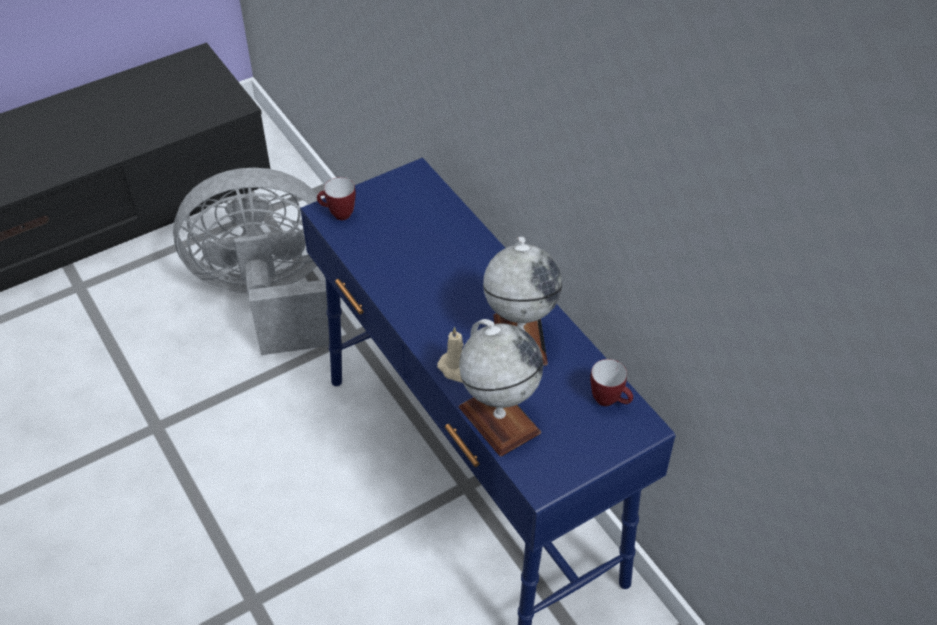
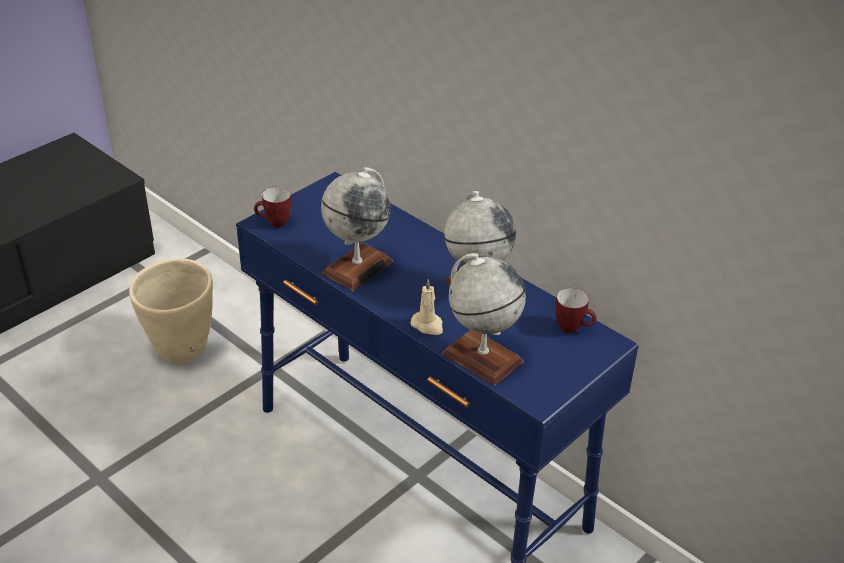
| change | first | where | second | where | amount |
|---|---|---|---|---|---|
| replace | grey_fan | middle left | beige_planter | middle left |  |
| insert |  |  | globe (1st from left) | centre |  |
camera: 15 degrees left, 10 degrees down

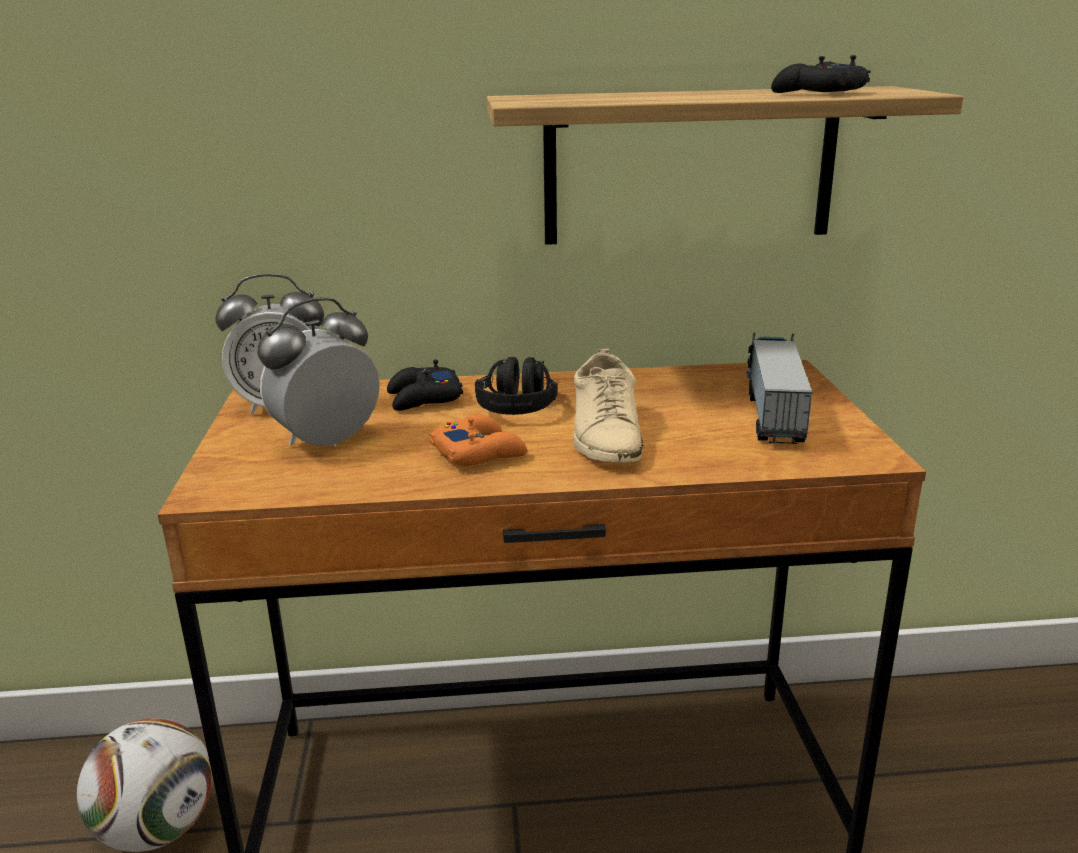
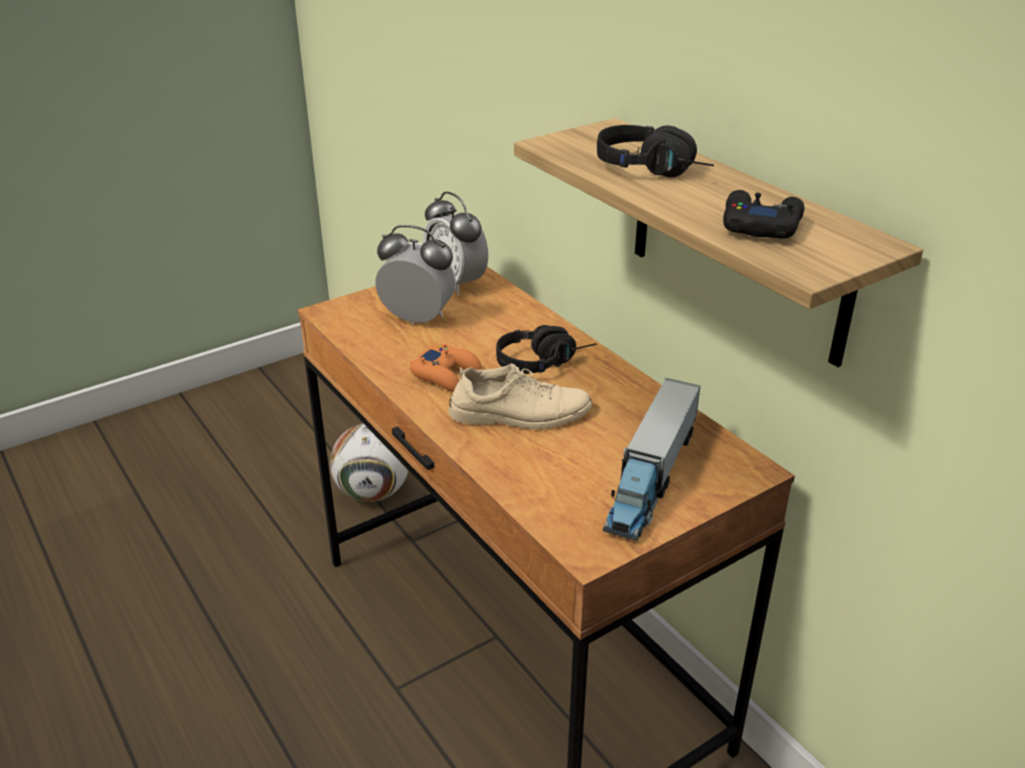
| change | first | where | second | where | amount |
|---|---|---|---|---|---|
| rotate | beige_shoe | centre |  | centre | 150 degrees counterclockwise |
| insert |  |  | black_headphones (2nd from left) | top centre |  |
| rotate | toy_truck | middle right |  | centre | 135 degrees clockwise |
| delete | black_game_controller (1st from left) | centre |  |  |  |
camera: 60 degrees right, 10 degrees up

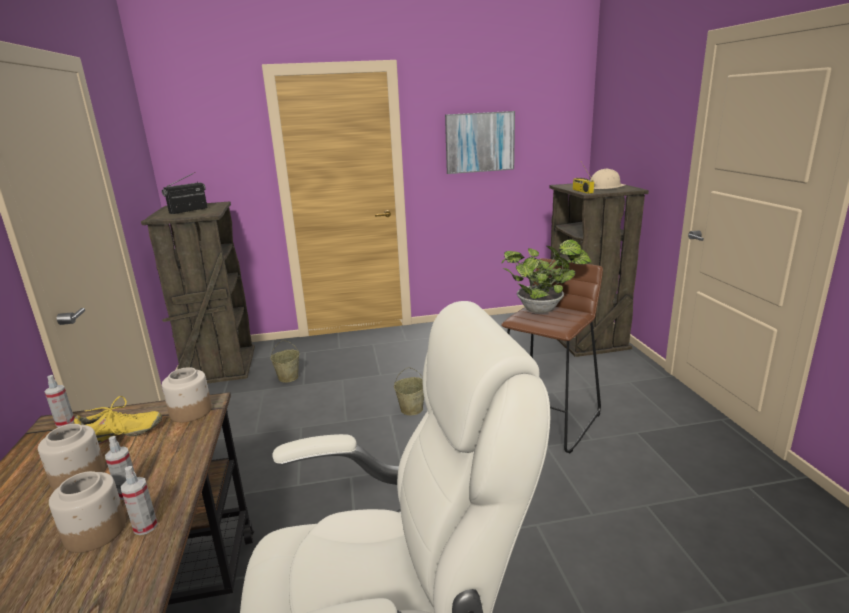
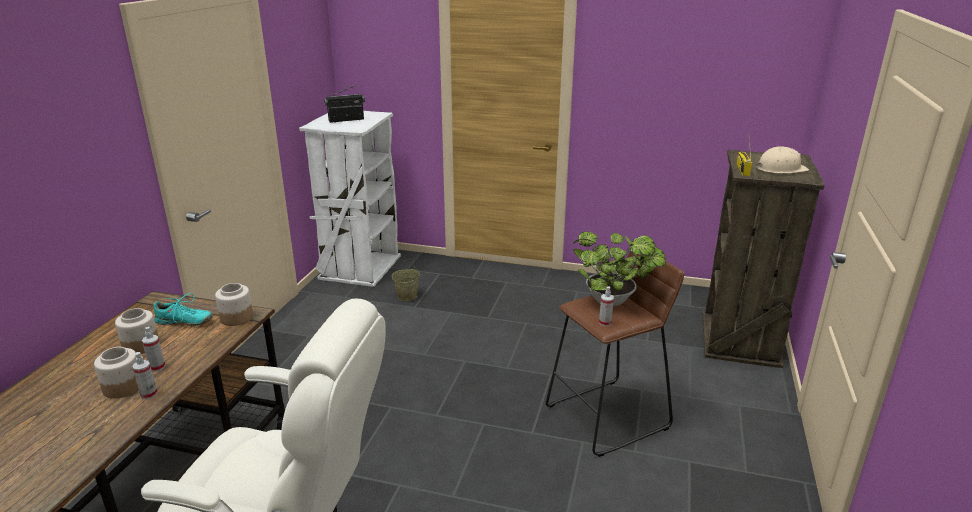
| change | first | where | second | where | amount |
|---|---|---|---|---|---|
| recolor | yellow_shoe | bottom left | turquoise_shoe | middle left |  |
| recolor | brown_bookcase (1st from left) | middle left | white_bookcase | centre |  |
| move | spray_bottle (1st from left in the first image) | middle left | spray_bottle (3rd from left) | centre |  |
| delete | beige_bucket (2nd from left) | centre |  |  |  |
| delete | picture | top centre |  |  |  |
camera: 25 degrees right, 5 degrees up

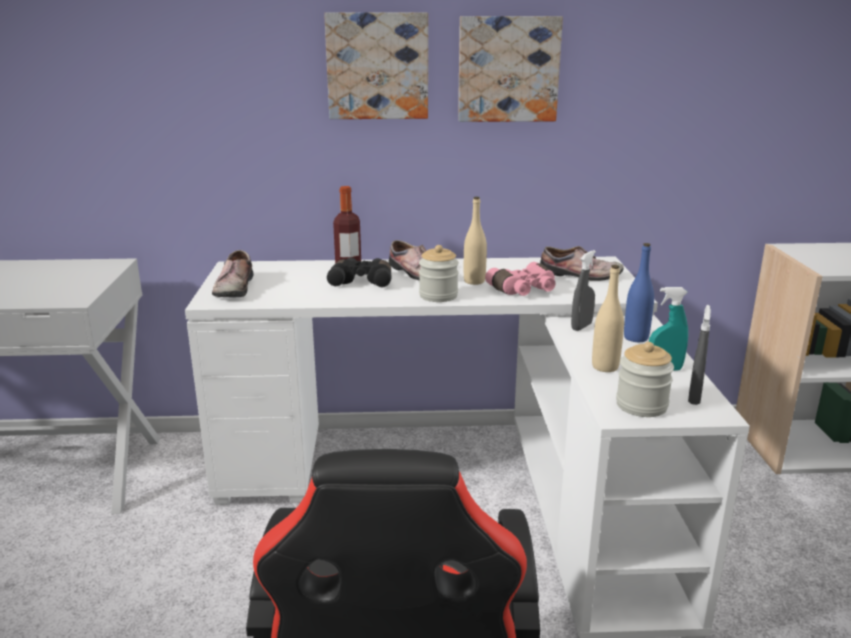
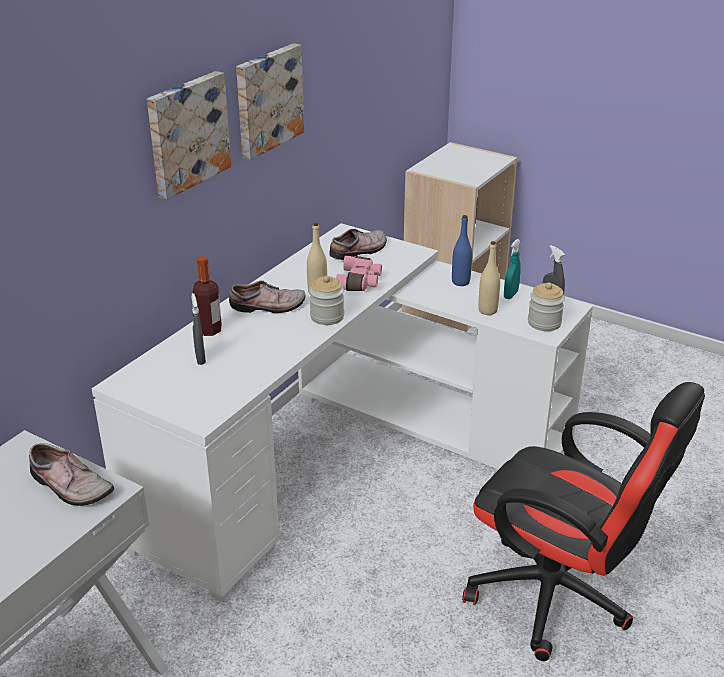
| change | first | where | second | where | amount |
|---|---|---|---|---|---|
| move | shoe (1st from left) | middle left |  | bottom left |  |
| move | grey_spray_bottle (1st from left) | middle right |  | middle left |  |
| delete | black_binoculars | centre |  |  |  |
camera: 55 degrees left, 10 degrees up

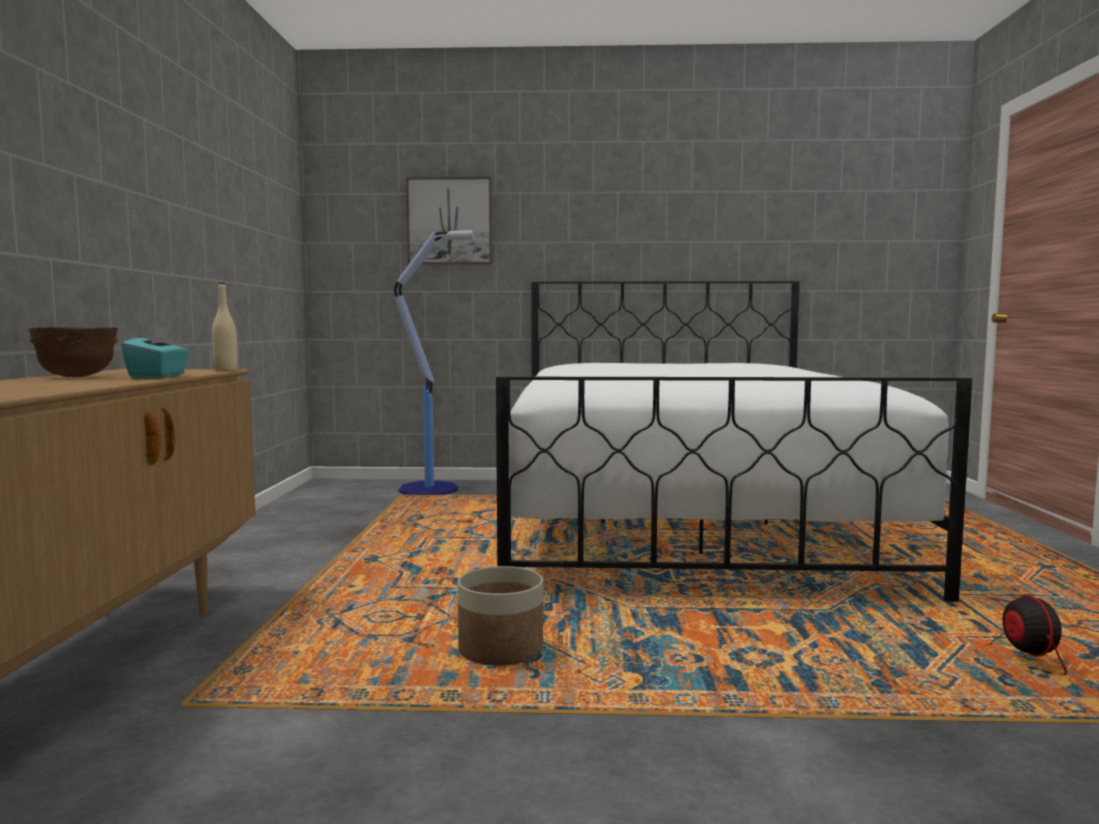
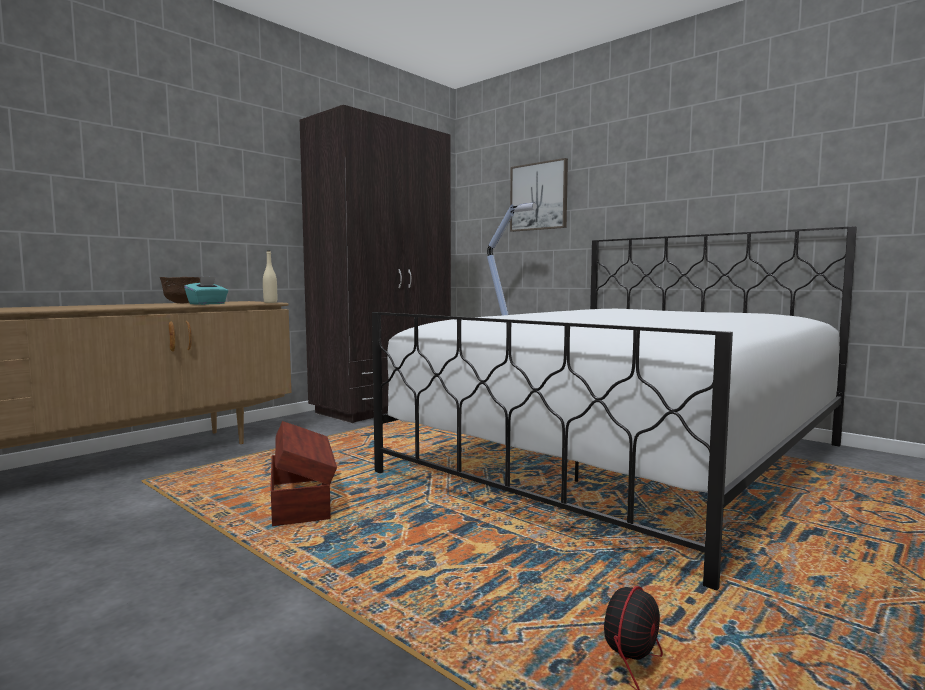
| change | first | where | second | where | amount |
|---|---|---|---|---|---|
| replace | planter | bottom centre | brown_storage_box | bottom left |  |
| insert |  |  | brown_wardrobe | centre |  |
camera: 40 degrees right, 0 degrees up

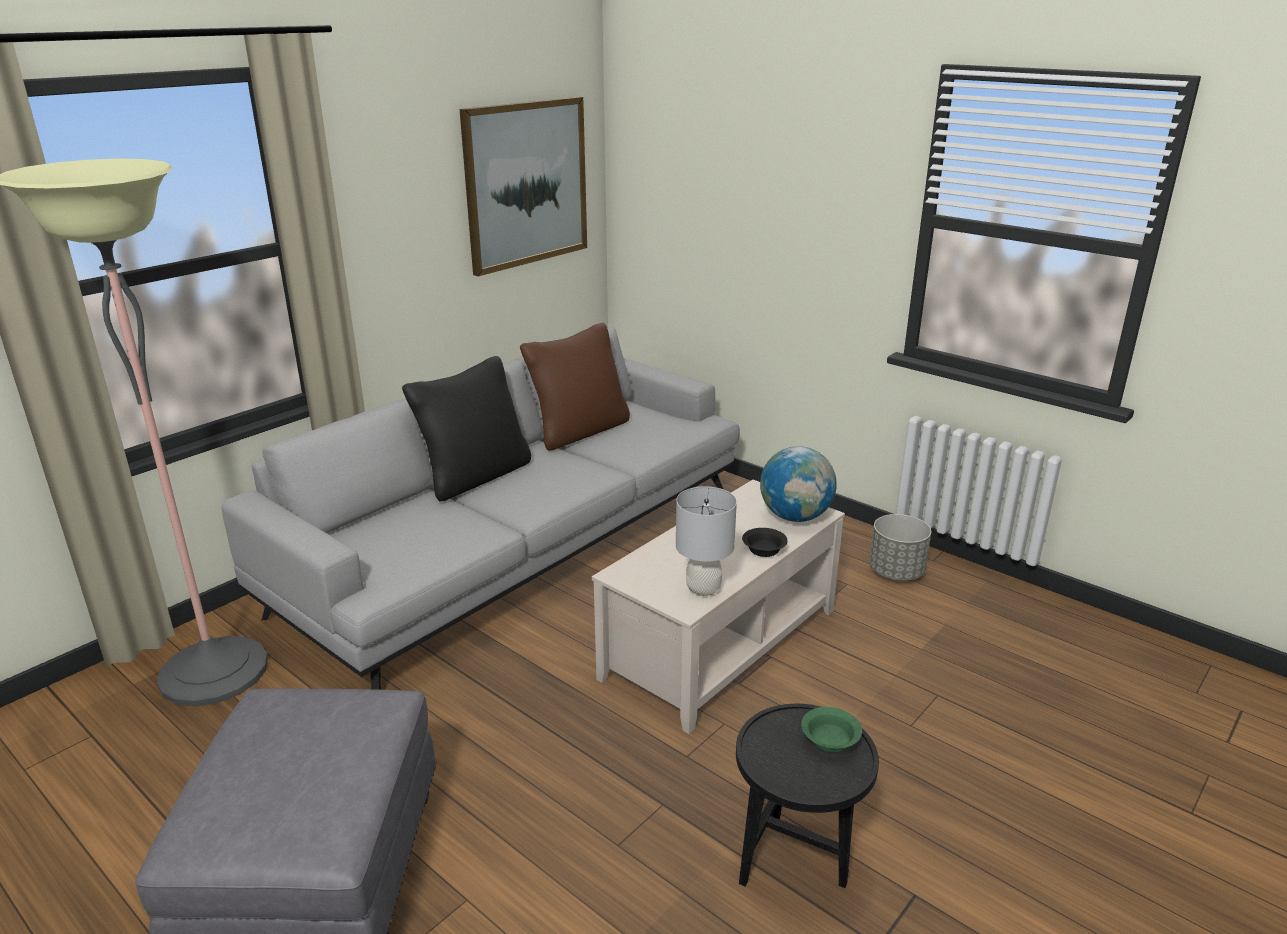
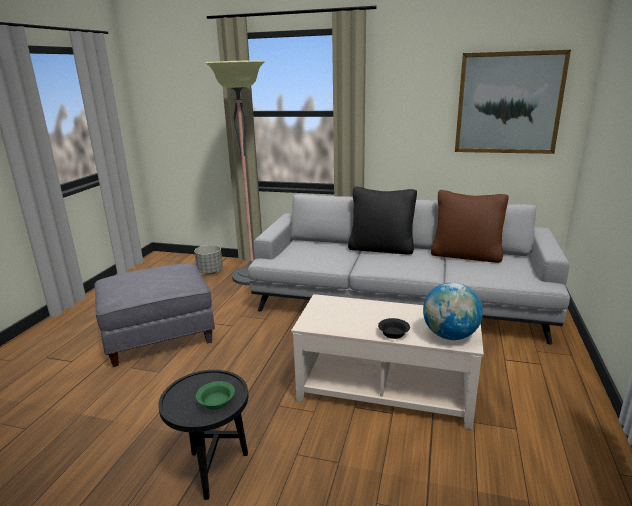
| change | first | where | second | where | amount |
|---|---|---|---|---|---|
| move | grey_planter | middle right |  | middle left |  |
| delete | grey_table_lamp | centre |  |  |  |
camera: 65 degrees right, 5 degrees down

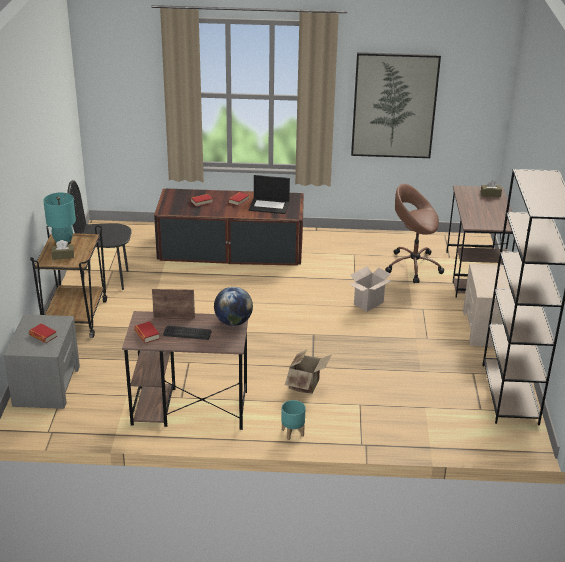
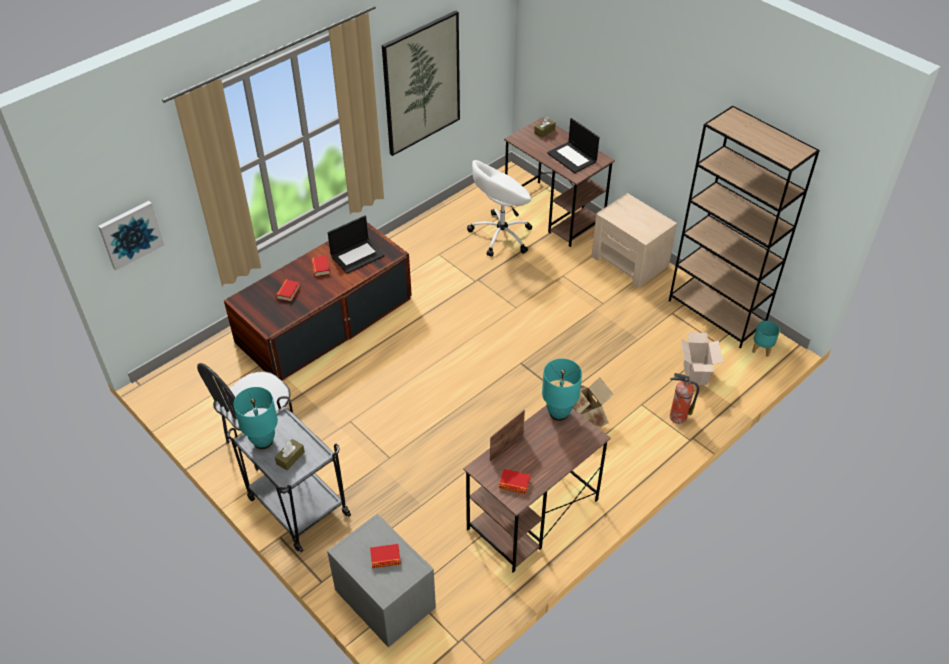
| change | first | where | second | where | amount |
|---|---|---|---|---|---|
| insert |  |  | picture (1st from left) | middle left |  |
| recolor | brown_cart | middle left | grey_cart | bottom left |  |
| recolor | brown_office_chair | middle right | white_office_chair | top centre |  |
| replace | globe | centre | turquoise_table_lamp (2nd from left) | centre |  |
| insert |  |  | laptop (2nd from left) | top centre |  |
| insert |  |  | fire_extinguisher | middle right |  |
| move | cardboard_box (2nd from left) | centre |  | middle right |  |
| move | turquoise_planter | bottom centre |  | middle right |  |
| delete | keyboard | middle left |  |  |  |
camera: 45 degrees left, 15 degrees up

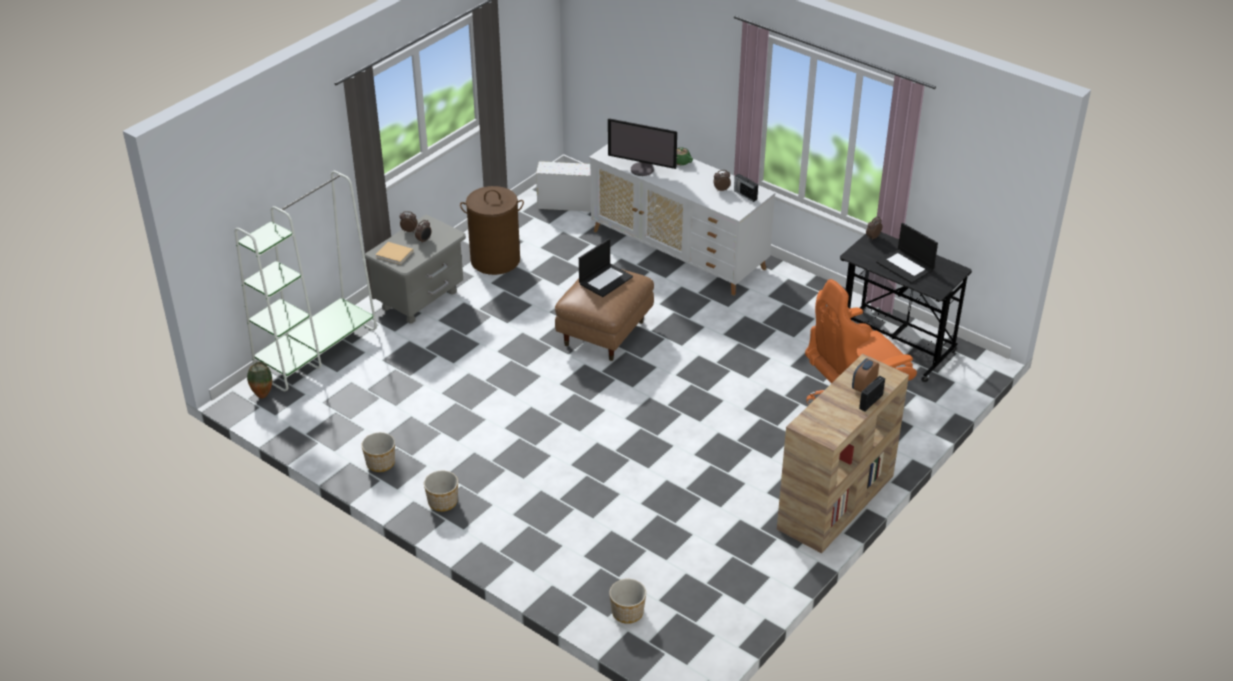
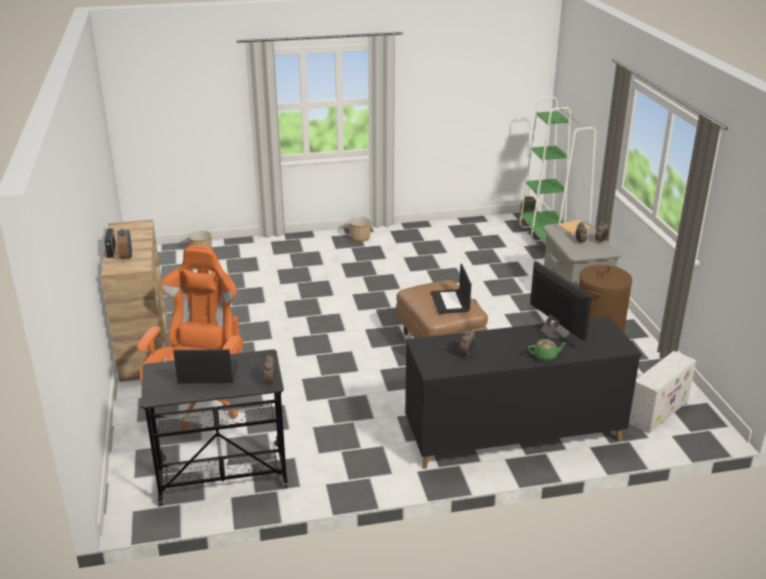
| change | first | where | second | where | amount |
|---|---|---|---|---|---|
| recolor | white_dresser | top centre | black_dresser | bottom right |  |
| rotate | monitor | top centre |  | middle right | 90 degrees clockwise |
| delete | planter (1st from left) | middle left |  |  |  |
| delete | radio (1st from left) | top centre |  |  |  |
camera: 130 degrees right, 10 degrees down

